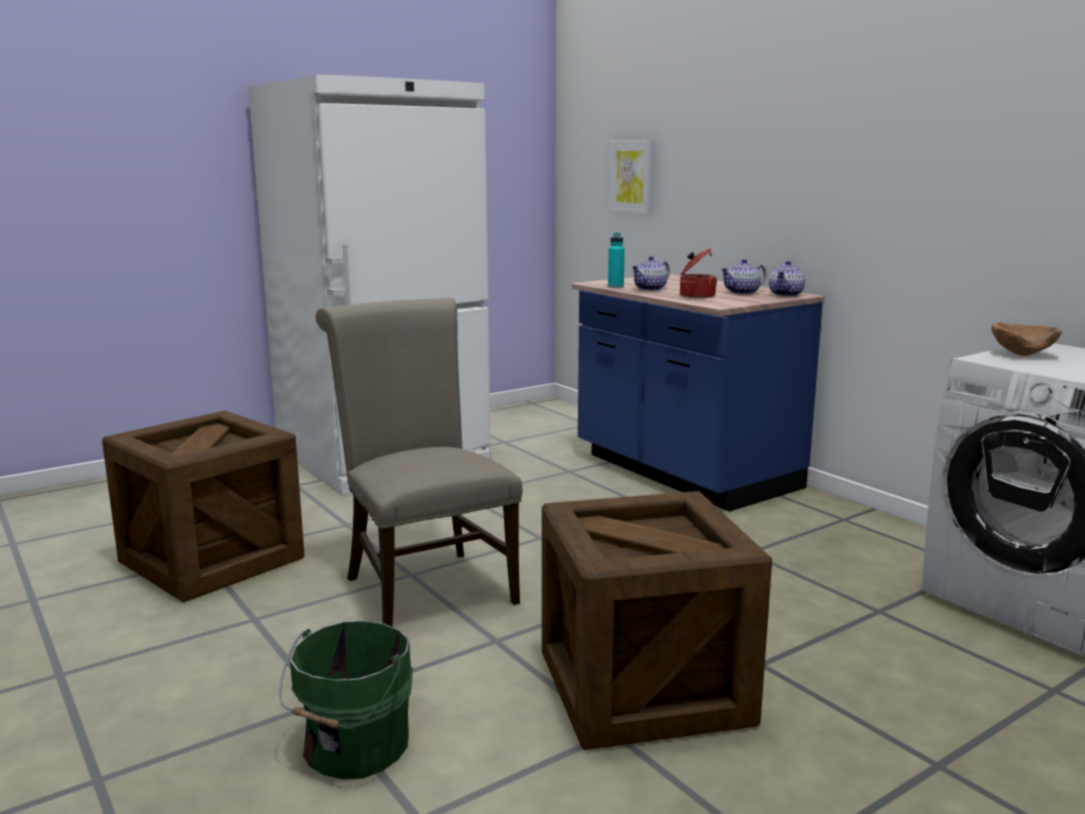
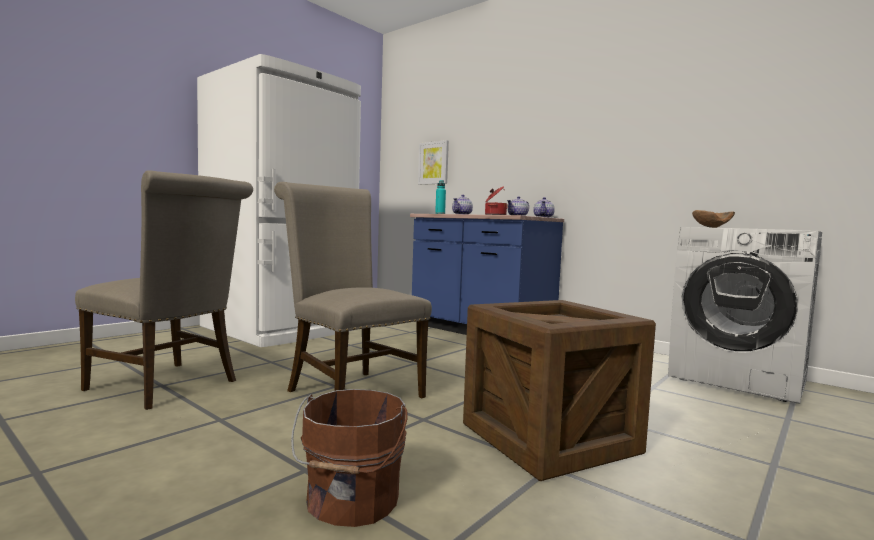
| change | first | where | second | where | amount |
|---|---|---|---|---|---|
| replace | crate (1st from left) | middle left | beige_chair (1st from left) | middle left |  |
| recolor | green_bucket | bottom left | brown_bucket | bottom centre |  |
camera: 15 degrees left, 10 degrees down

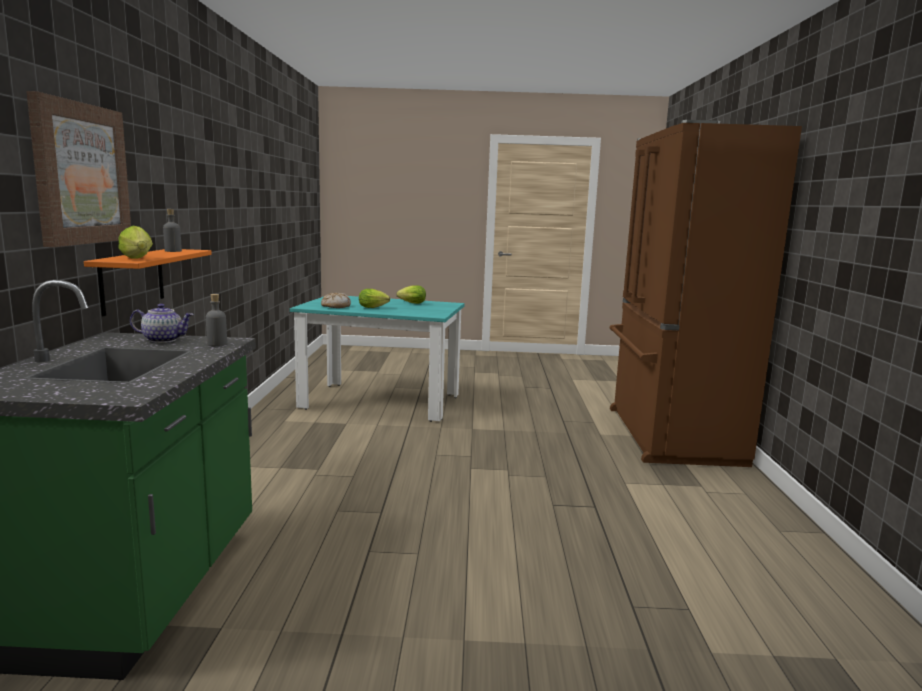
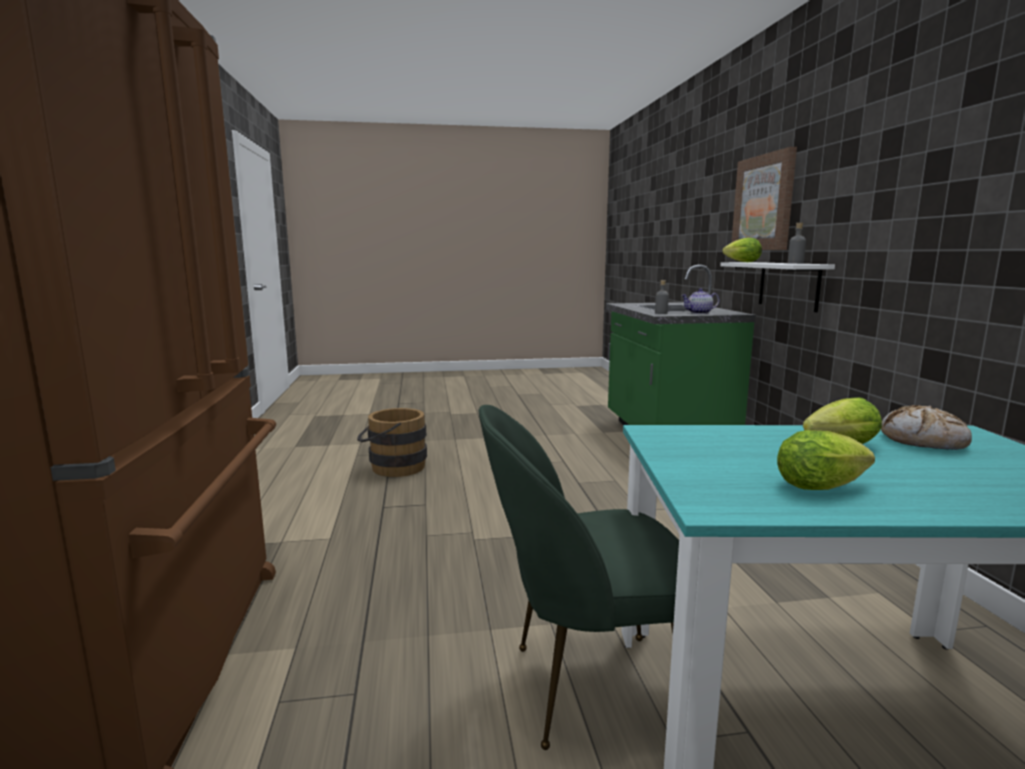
| change | first | where | second | where | amount |
|---|---|---|---|---|---|
| insert |  |  | brown_bucket | centre |  |
| insert |  |  | green_chair | bottom centre |  |
| recolor | orange_shelf | middle left | white_shelf | middle right |  |
camera: 170 degrees right, 0 degrees up

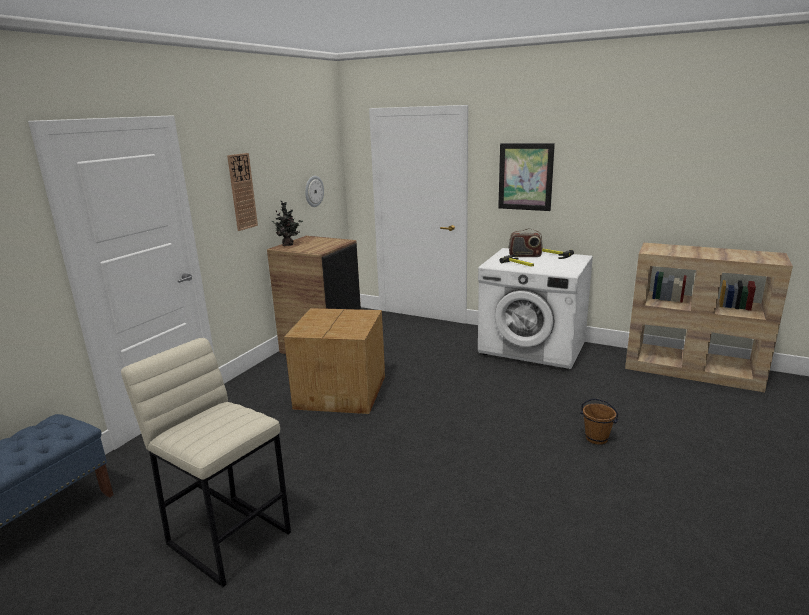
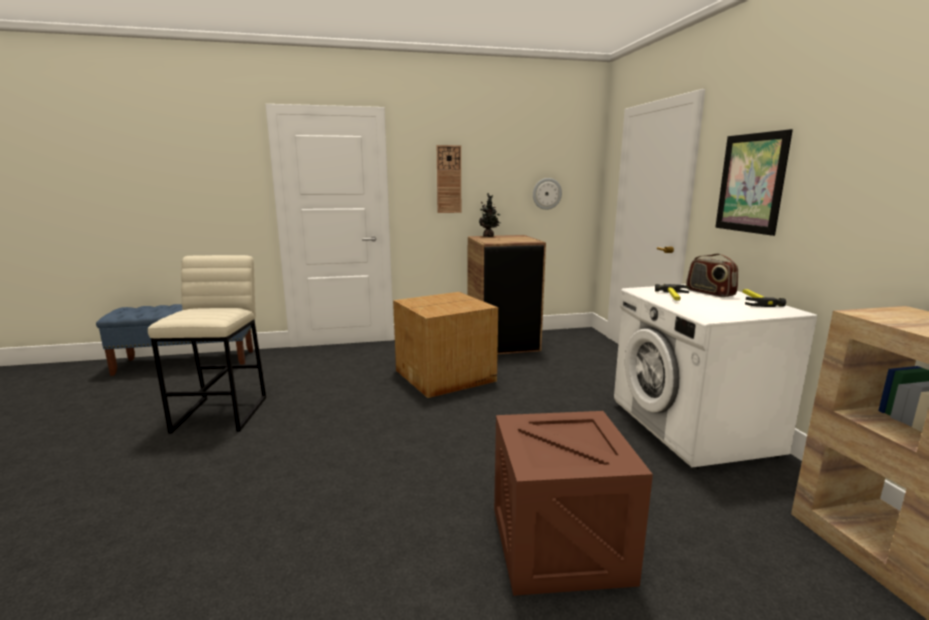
| change | first | where | second | where | amount |
|---|---|---|---|---|---|
| replace | brown_bucket | bottom right | crate | bottom centre |  |
camera: 50 degrees right, 5 degrees down

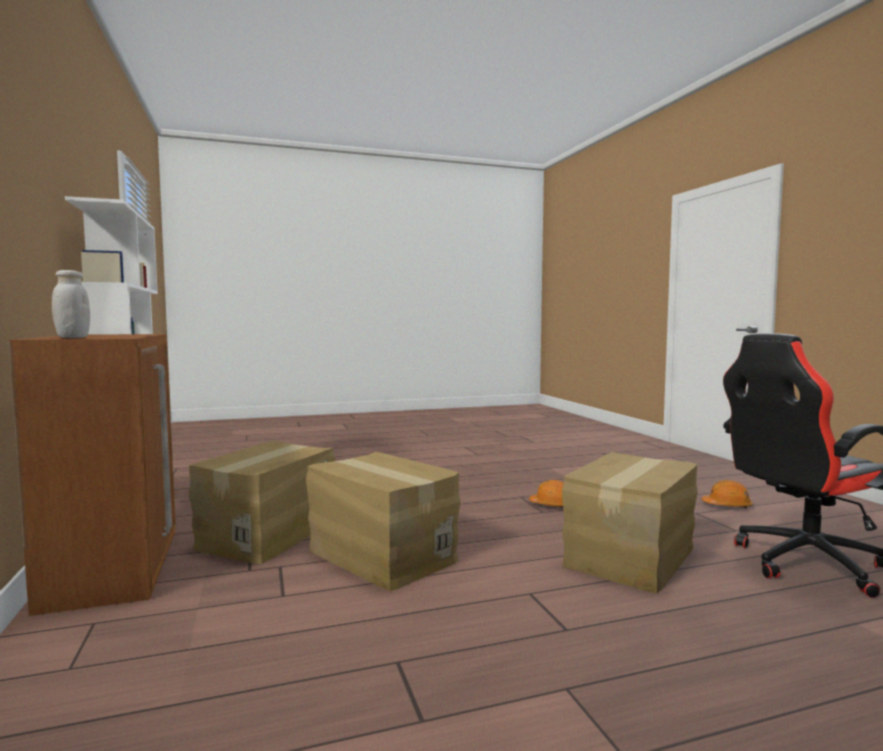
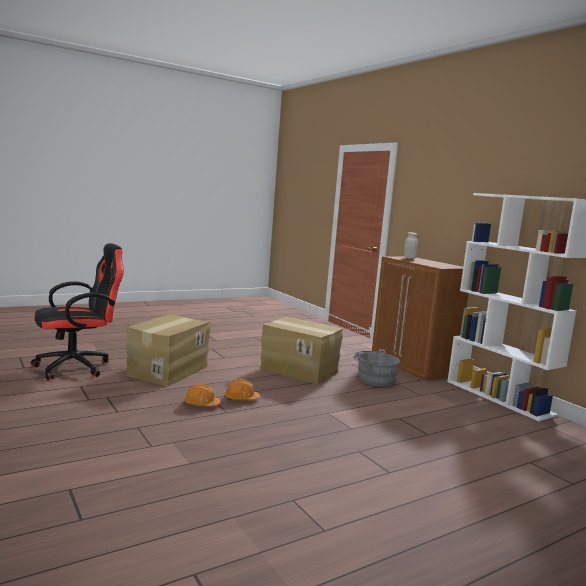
| change | first | where | second | where | amount |
|---|---|---|---|---|---|
| move | orange_hard_hat (2nd from left) | middle right |  | centre |  |
| replace | cardboard_box (1st from left) | bottom left | grey_bucket | centre |  |
camera: 165 degrees right, 5 degrees up

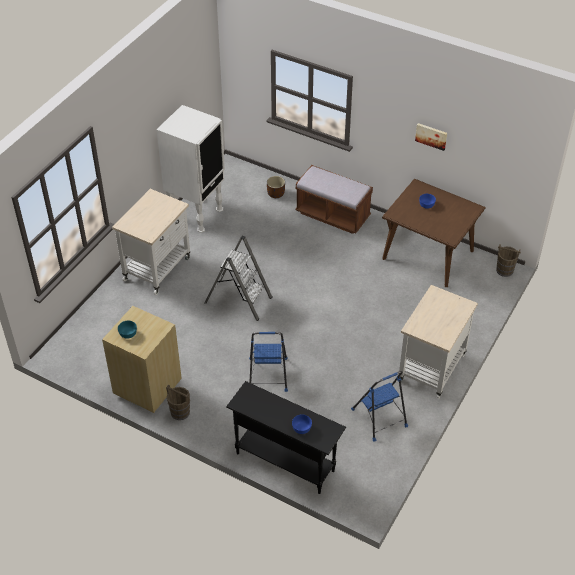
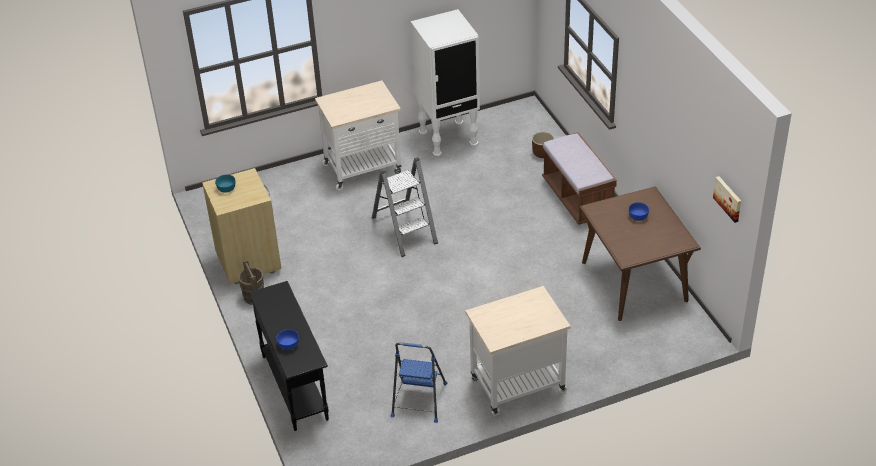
| change | first | where | second | where | amount |
|---|---|---|---|---|---|
| move | picture | top right |  | middle right |  |
| delete | blue_step_ladder (1st from left) | centre |  |  |  |
| delete | brown_bucket (2nd from left) | middle right |  |  |  |
camera: 40 degrees right, 5 degrees down

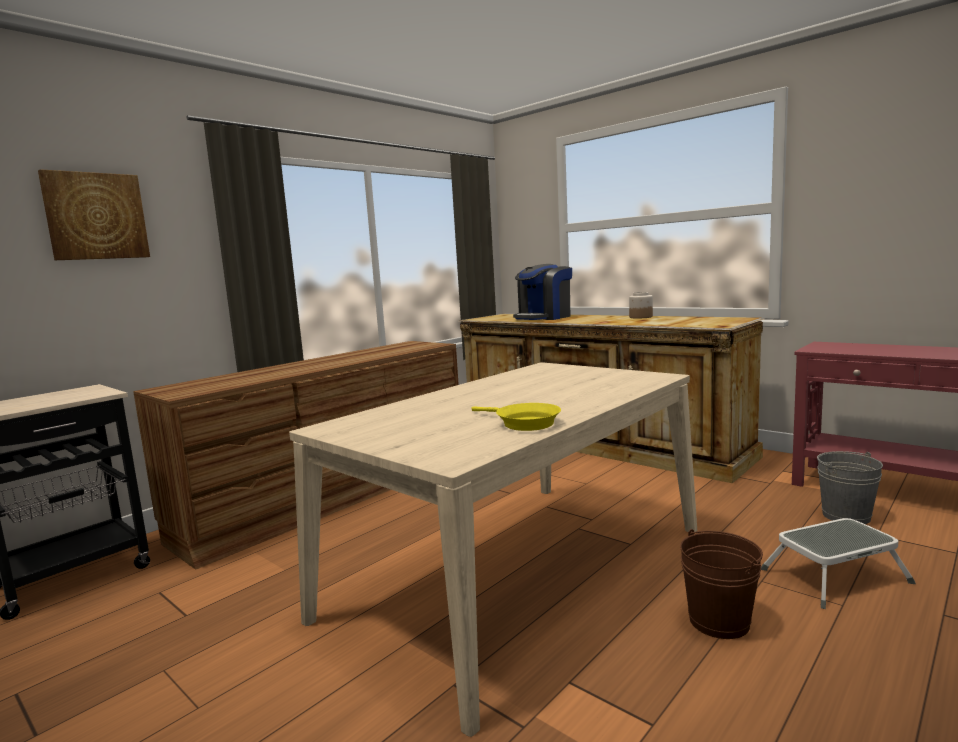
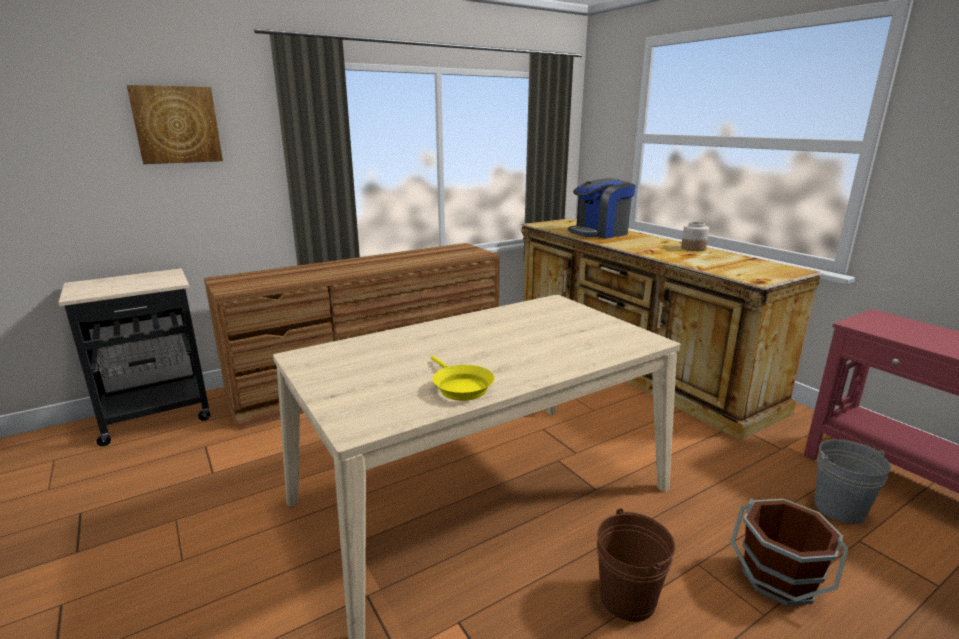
| change | first | where | second | where | amount |
|---|---|---|---|---|---|
| replace | grey_step_ladder | bottom right | brown_bucket (2nd from left) | bottom right |  |
camera: 15 degrees right, 10 degrees up

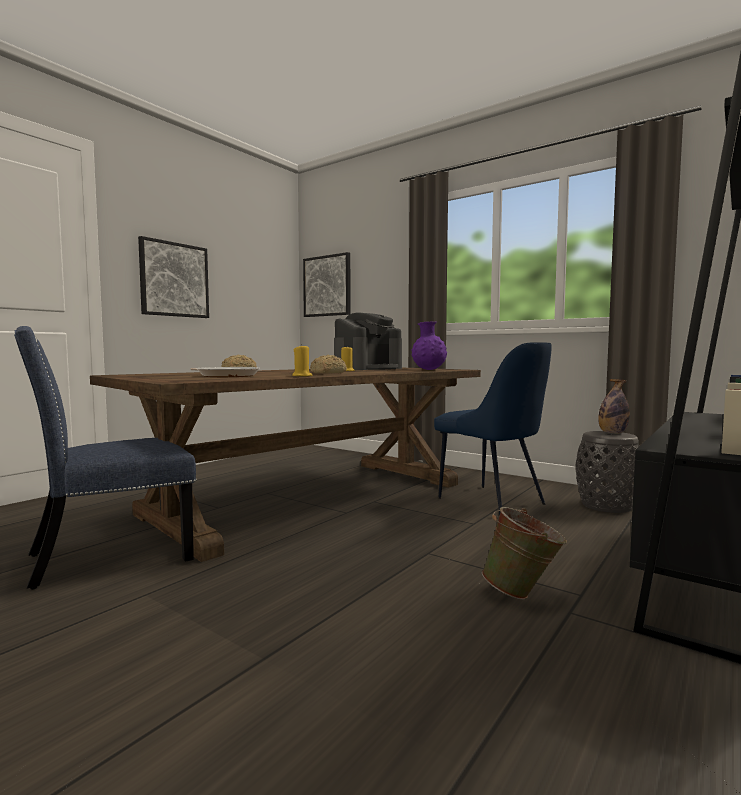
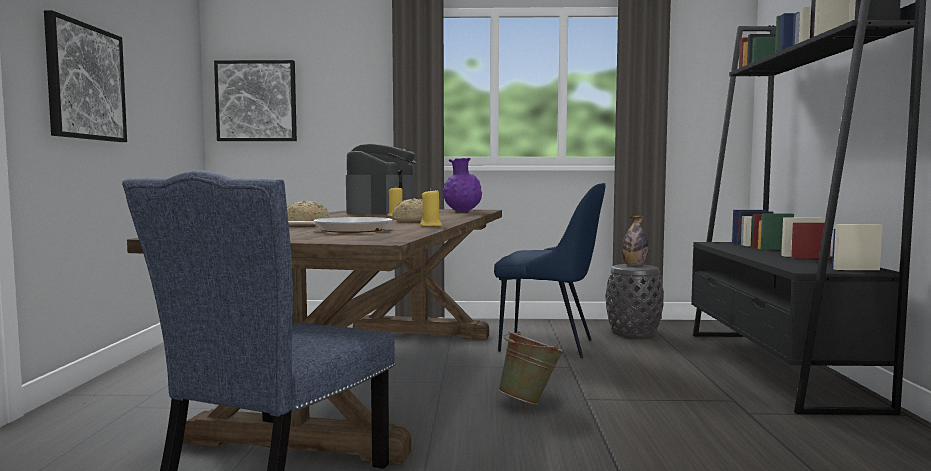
| change | first | where | second | where | amount |
|---|---|---|---|---|---|
| move | green_bucket | bottom right |  | bottom centre |  |
camera: 35 degrees left, 0 degrees up

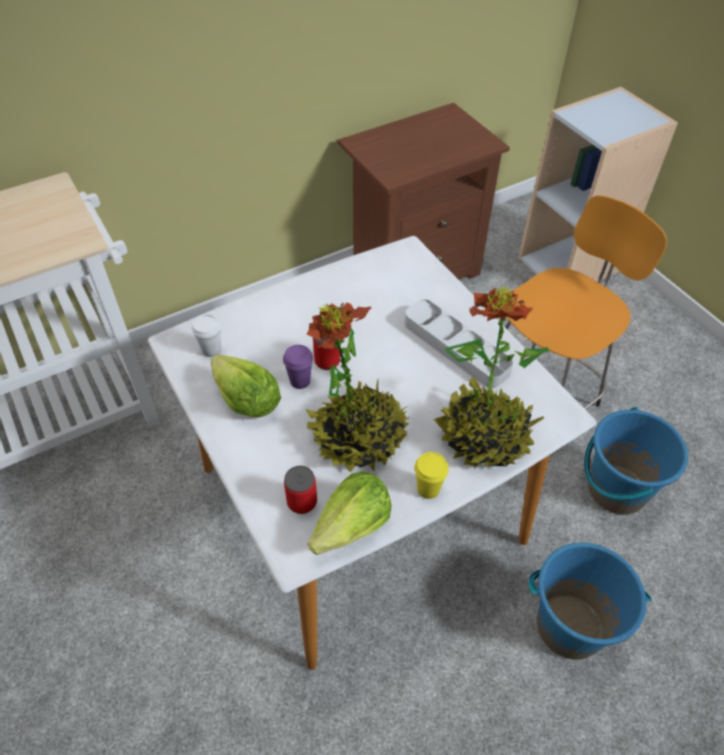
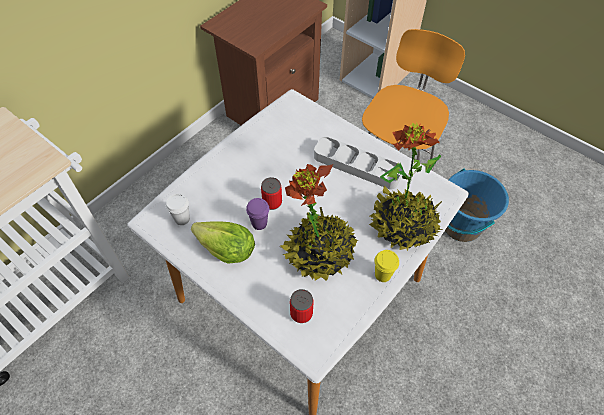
| change | first | where | second | where | amount |
|---|---|---|---|---|---|
| delete | lettuce (2nd from left) | bottom centre |  |  |  |
| delete | blue_bucket (1st from left) | bottom right |  |  |  |
camera: 20 degrees left, 5 degrees up

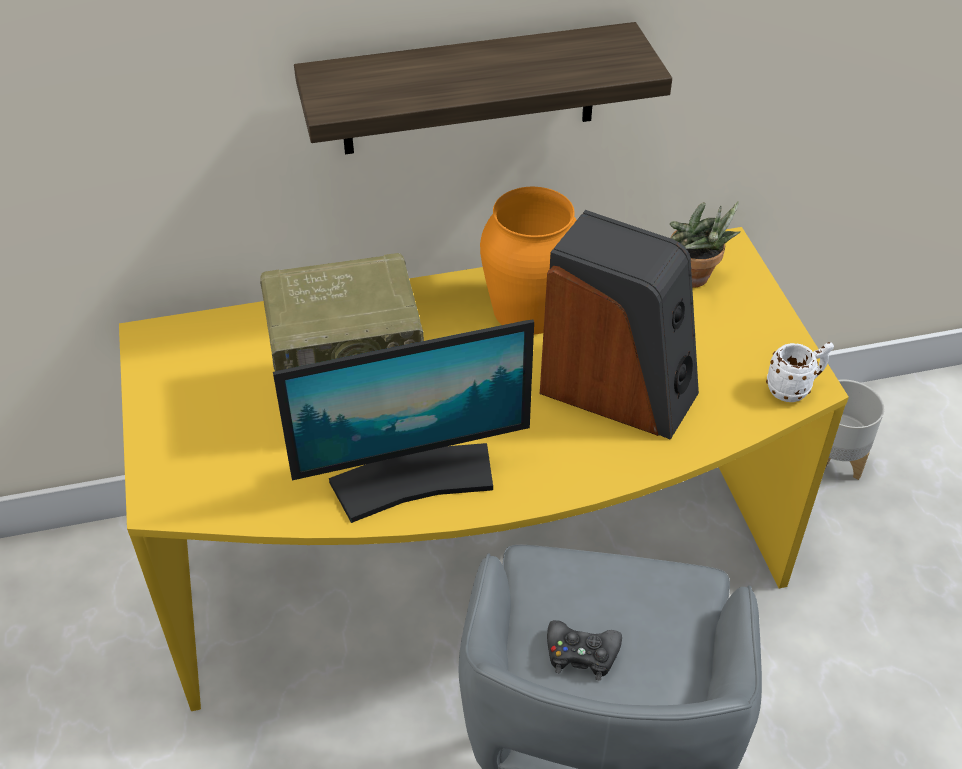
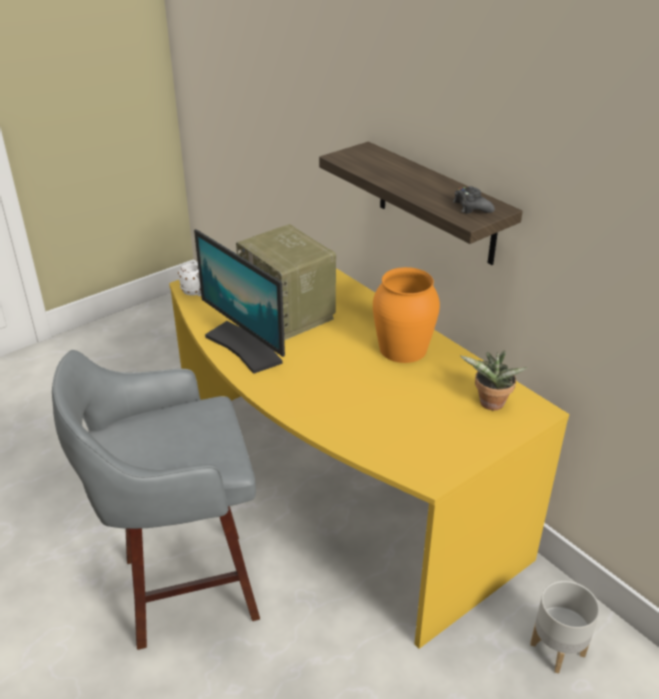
| change | first | where | second | where | amount |
|---|---|---|---|---|---|
| move | white_mug | middle right |  | middle left |  |
| move | black_game_controller | bottom centre |  | top right |  |
| delete | speaker | centre |  |  |  |
camera: 65 degrees right, 10 degrees down

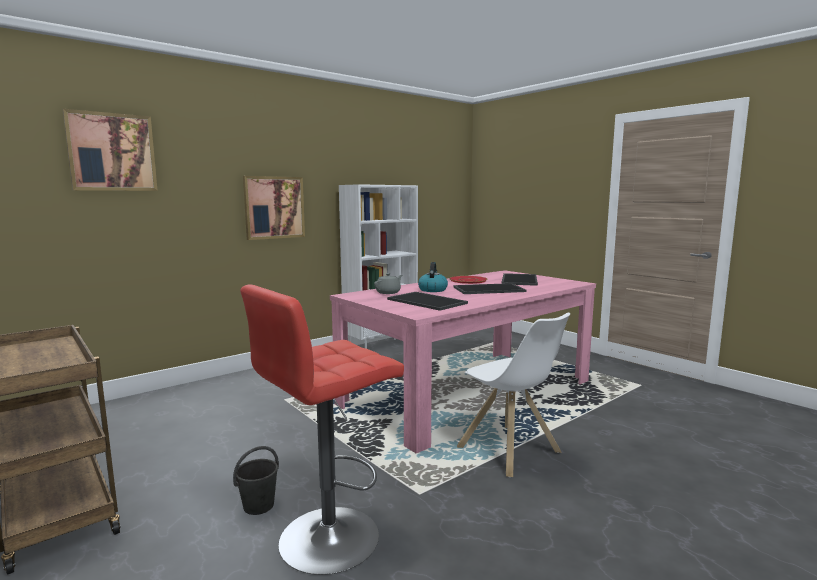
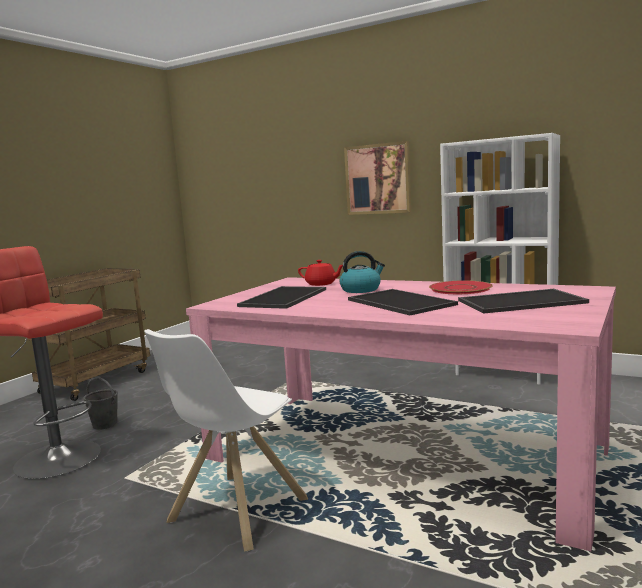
| change | first | where | second | where | amount |
|---|---|---|---|---|---|
| recolor | grey_teapot | centre | red_teapot | centre |  |
| delete | picture (1st from left) | top left |  |  |  |
camera: 70 degrees right, 0 degrees up

